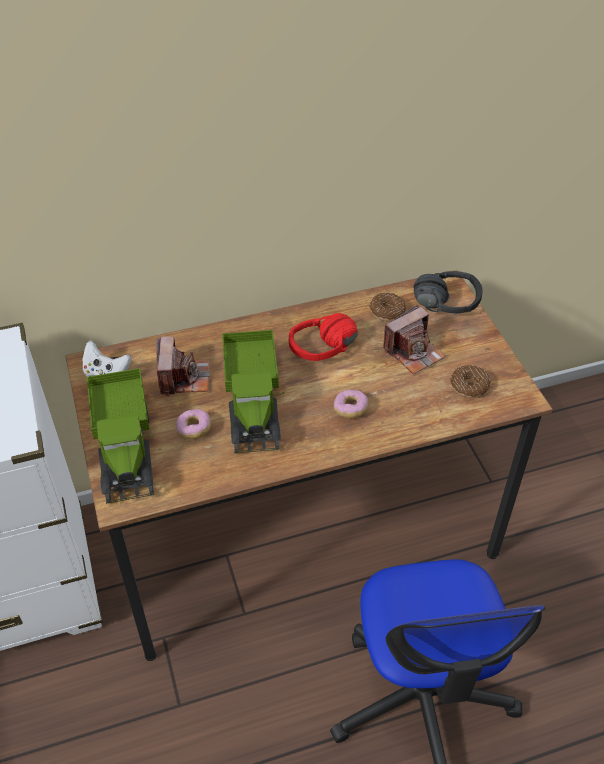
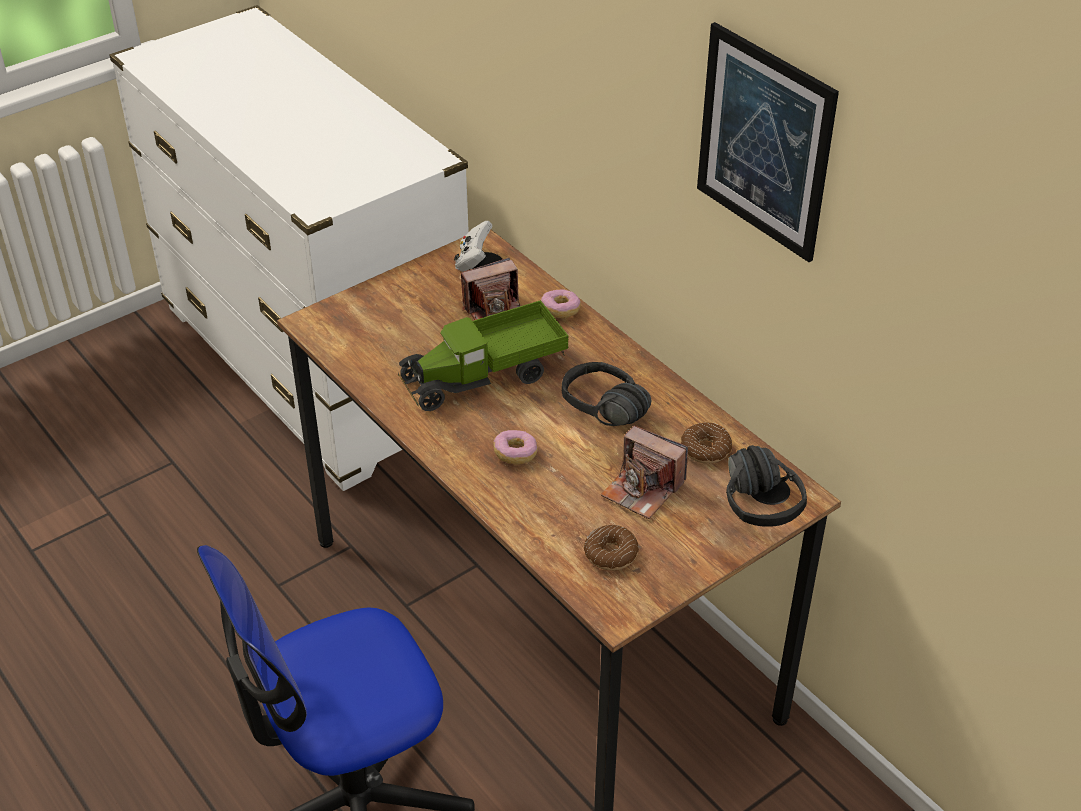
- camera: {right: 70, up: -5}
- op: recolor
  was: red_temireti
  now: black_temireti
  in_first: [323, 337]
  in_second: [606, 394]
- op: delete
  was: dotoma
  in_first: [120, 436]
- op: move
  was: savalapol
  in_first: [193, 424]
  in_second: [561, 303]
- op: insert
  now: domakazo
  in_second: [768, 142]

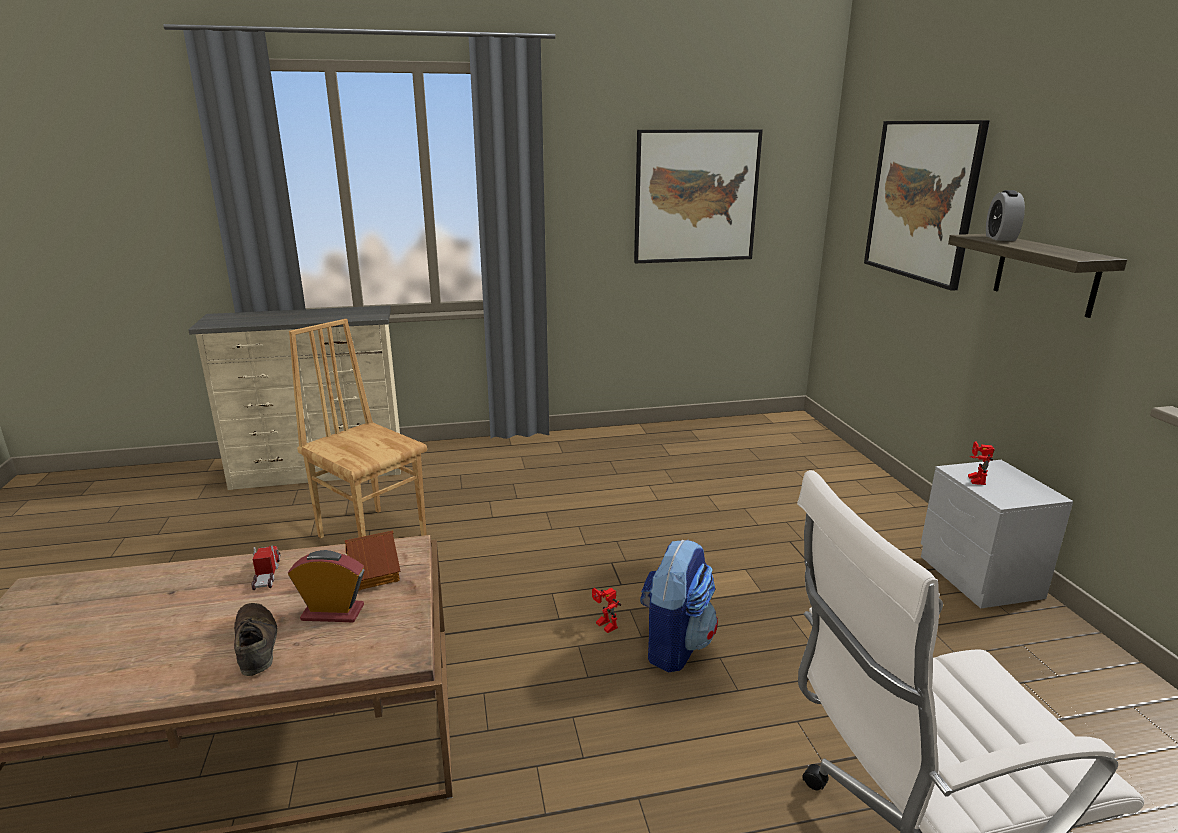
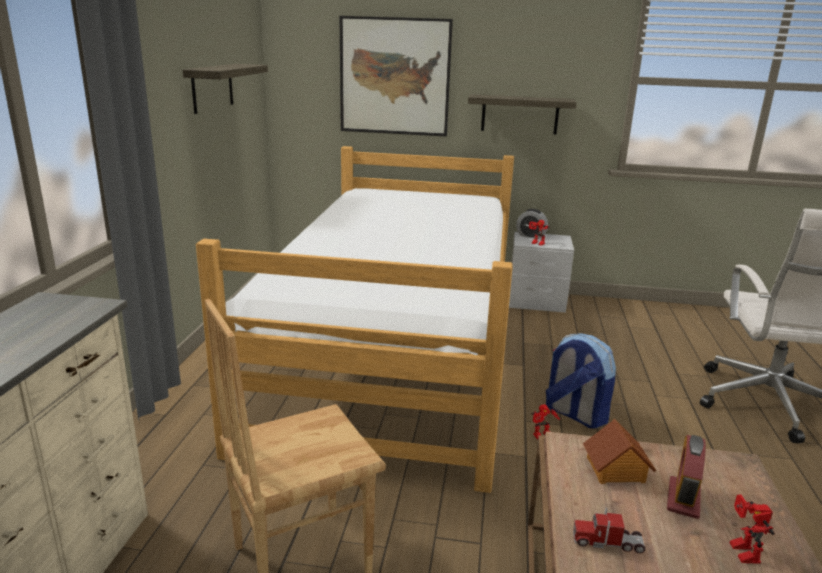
- camera: {right: -70, up: 0}
- op: replace
  was: domakazo
  now: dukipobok
  in_first: [698, 196]
  in_second: [225, 89]
- op: move
  was: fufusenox
  in_first: [1005, 215]
  in_second: [532, 224]
- op: replace
  was: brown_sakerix
  now: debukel
  in_first: [255, 639]
  in_second: [752, 529]
- op: insert
  now: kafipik
  in_second: [355, 319]

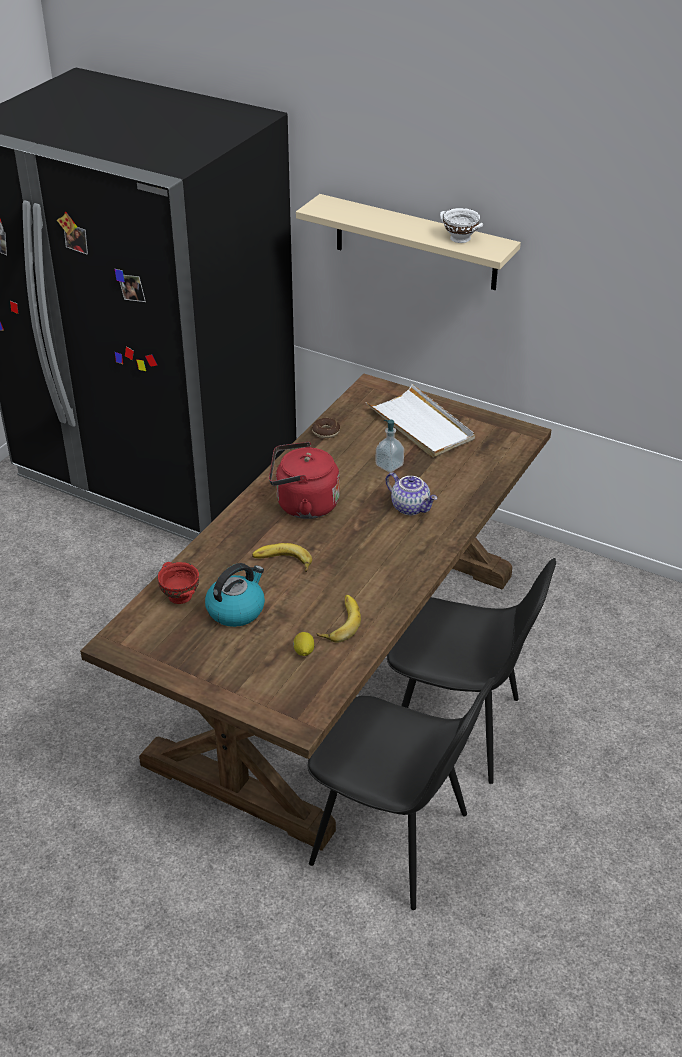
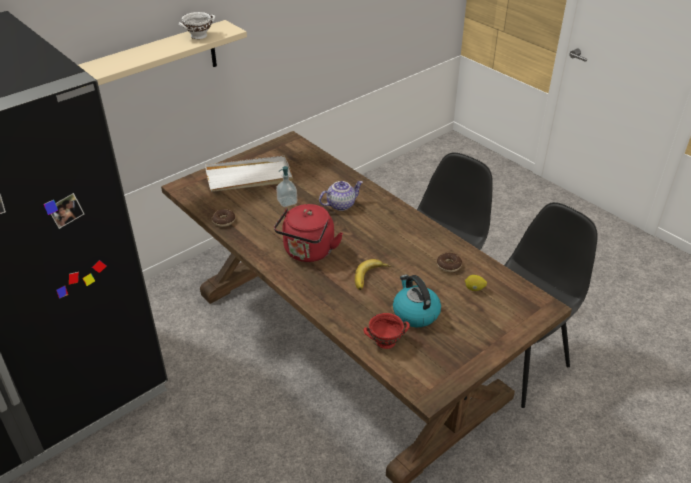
- camera: {right: -70, up: 0}
- op: replace
  was: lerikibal
  now: savalapol
  in_first: [338, 619]
  in_second: [449, 262]

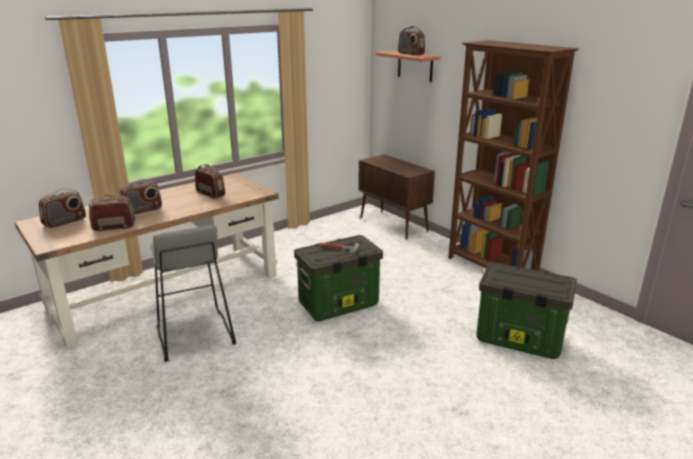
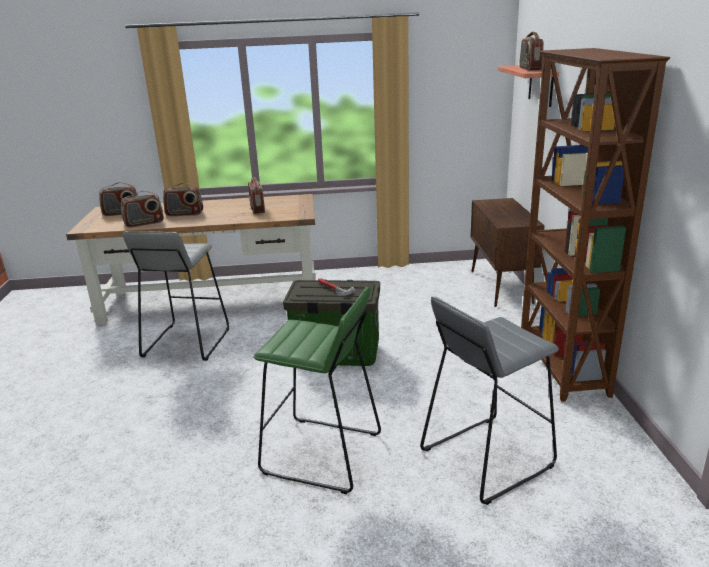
- camera: {right: 35, up: 0}
- op: rotate
  was: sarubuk
  in_first: [112, 212]
  in_second: [142, 209]
  clockwise: 135
- op: replace
  was: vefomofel
  now: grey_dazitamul
  in_first: [526, 310]
  in_second: [490, 400]
- op: insert
  now: green_dazitamul
  in_second: [317, 390]

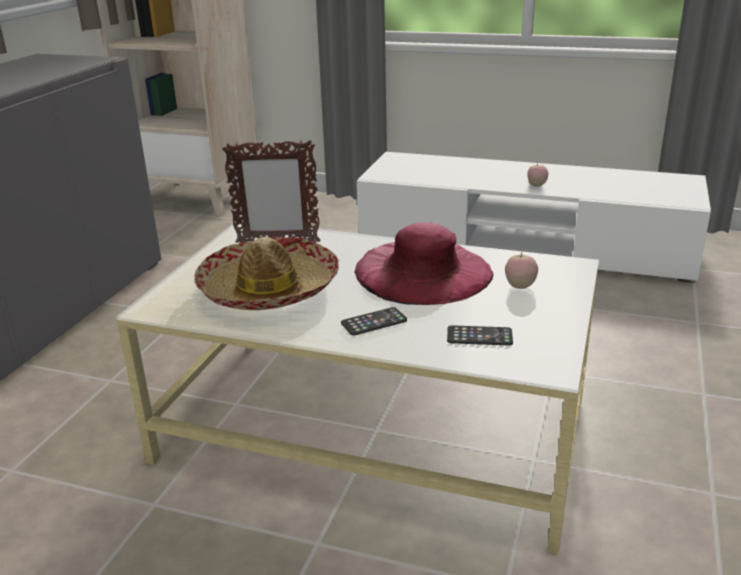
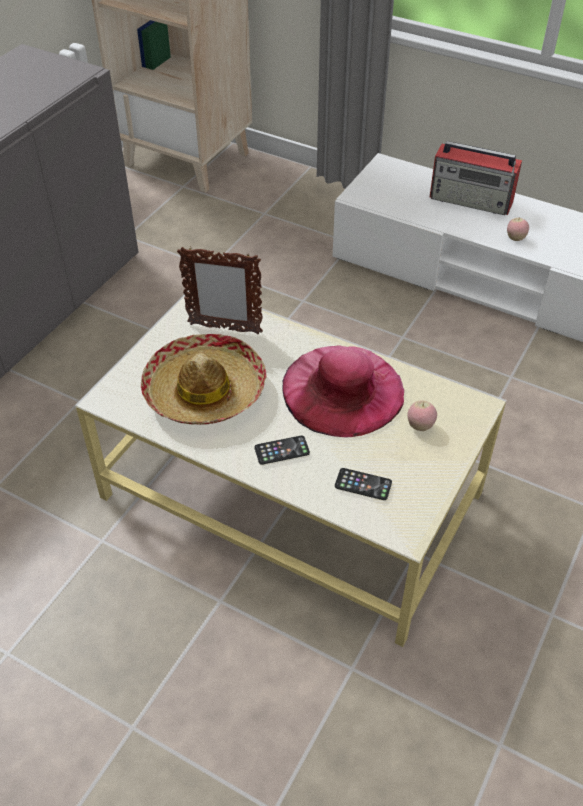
- camera: {right: 10, up: 20}
- op: insert
  now: sarubuk
  in_second: [476, 178]

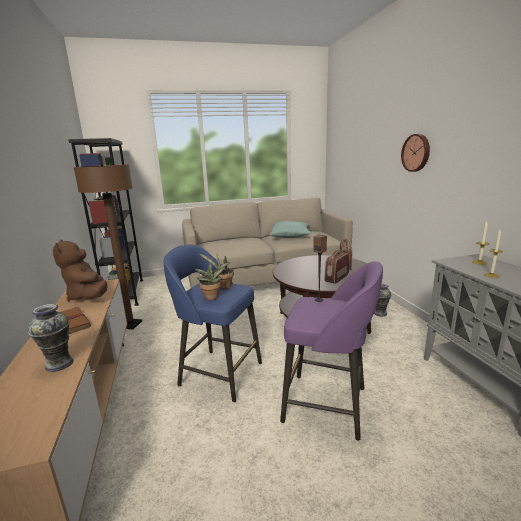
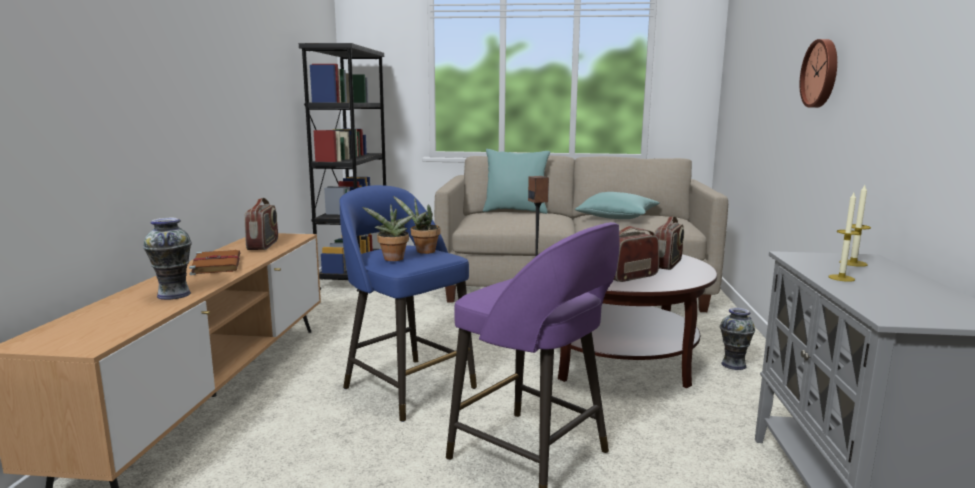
- camera: {right: 20, up: -5}
- op: delete
  was: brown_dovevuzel
  in_first: [107, 247]
- op: replace
  was: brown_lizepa
  now: sarubuk
  in_first: [80, 270]
  in_second: [261, 224]
- op: insert
  now: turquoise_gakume
  in_second: [516, 181]

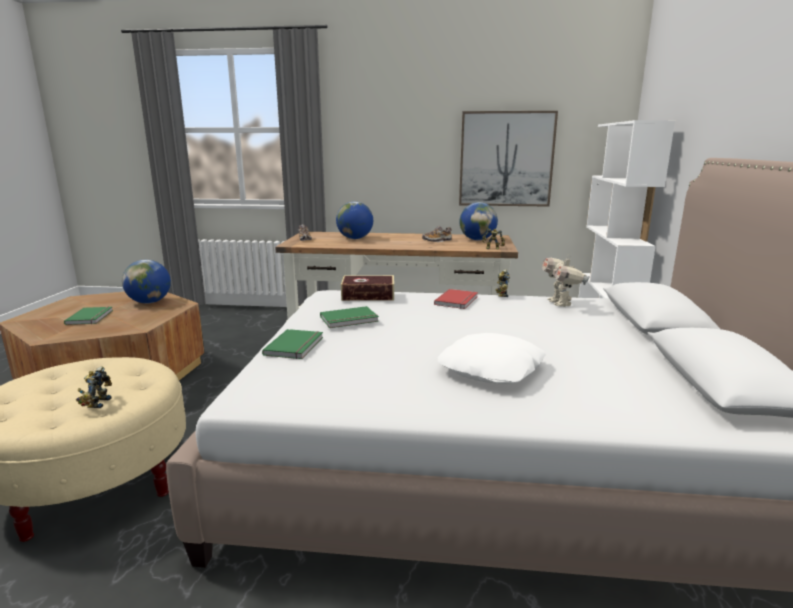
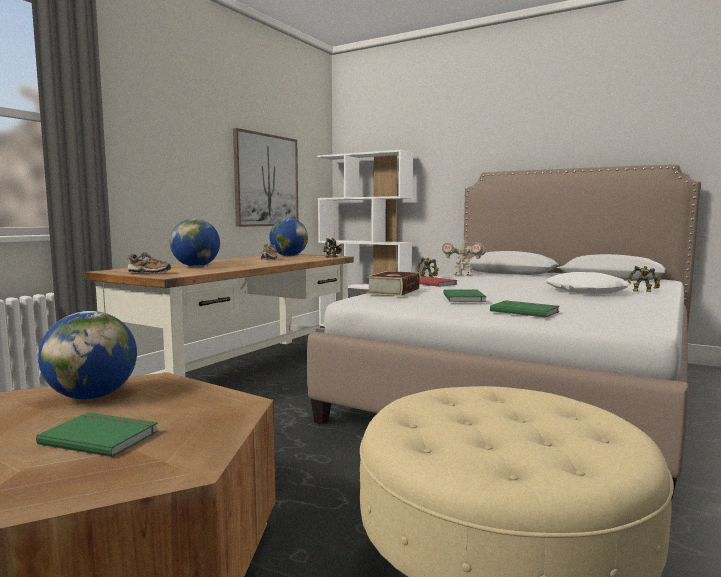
- camera: {right: -65, up: -10}
- op: move
  was: debukel
  in_first: [94, 387]
  in_second: [643, 279]

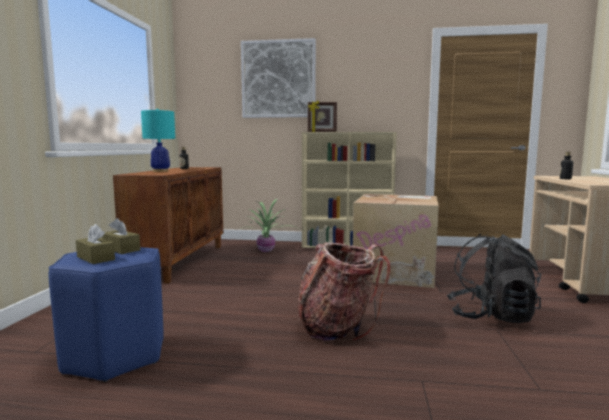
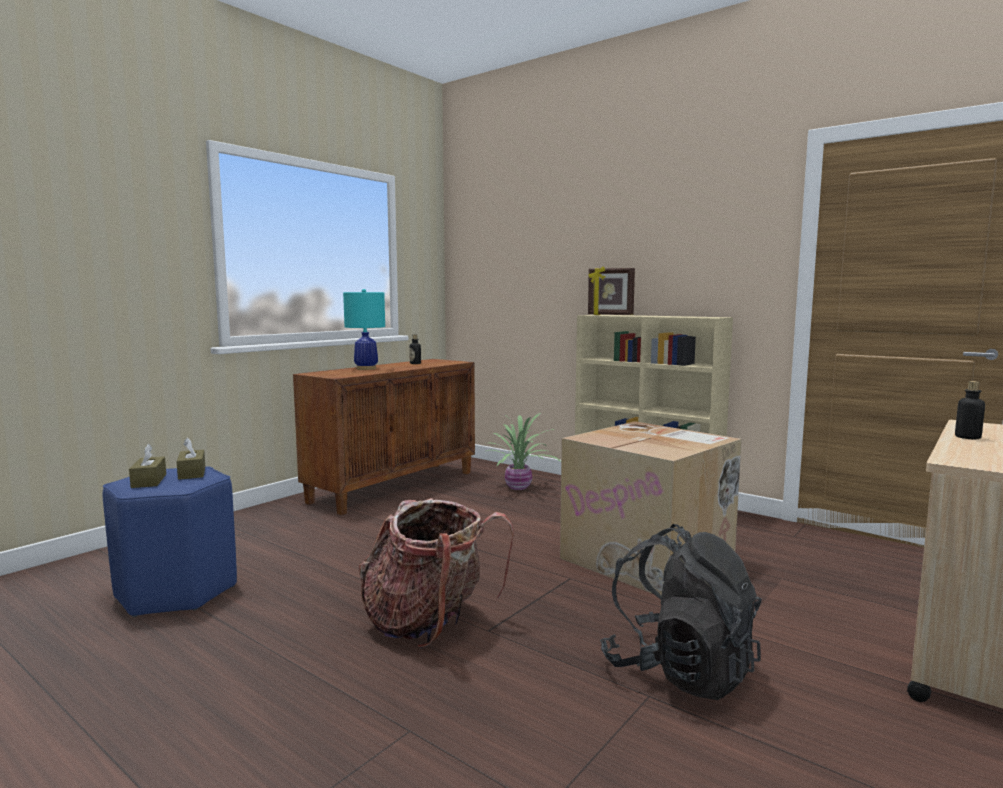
- camera: {right: 30, up: 0}
- op: delete
  was: domakazo
  in_first: [278, 78]

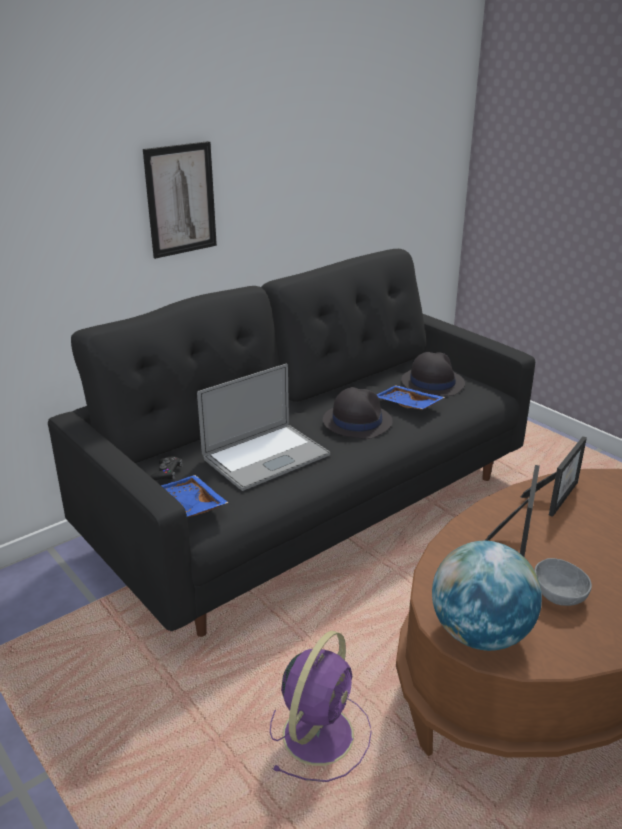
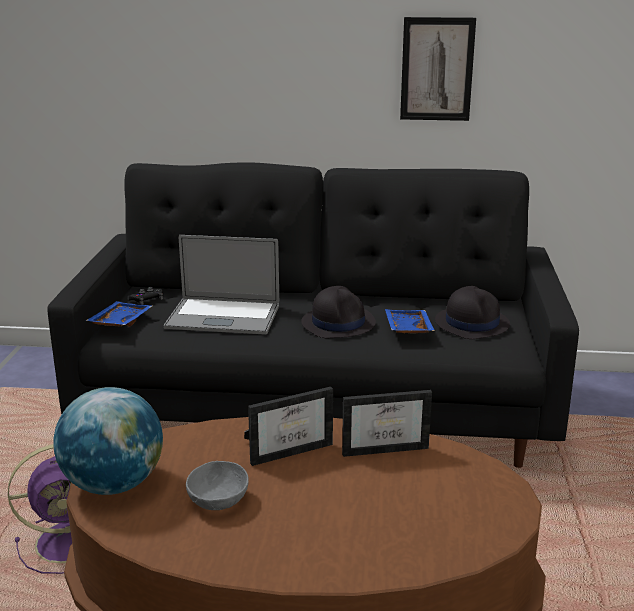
- camera: {right: 45, up: -5}
- op: move
  was: domakazo
  in_first: [180, 200]
  in_second: [438, 69]

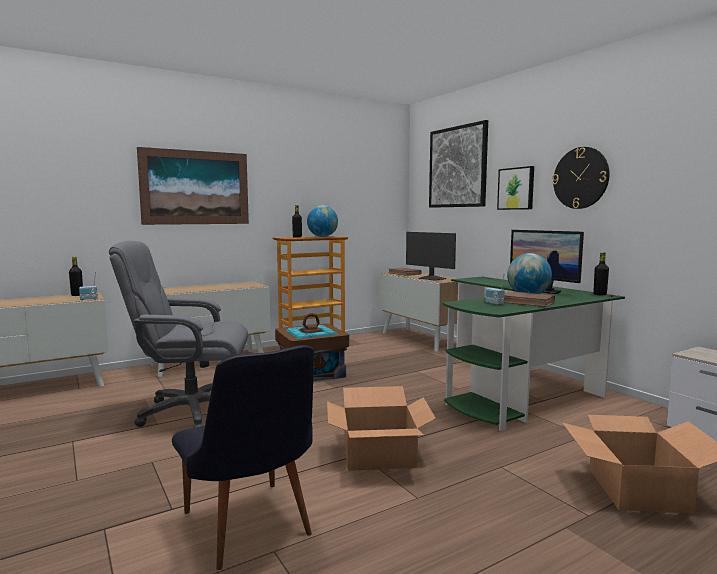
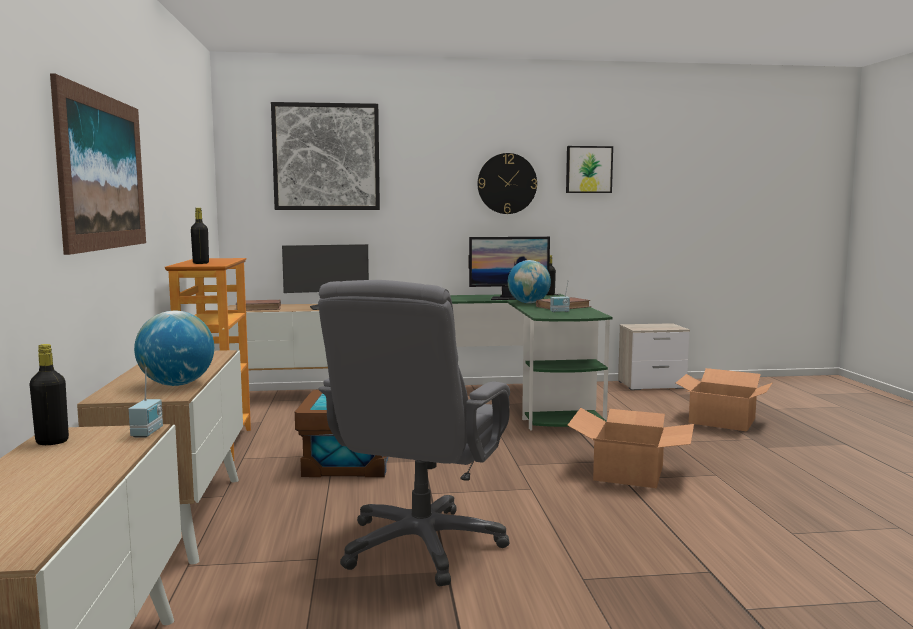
- camera: {right: -65, up: 0}
- op: move
  was: domakazo
  in_first: [515, 188]
  in_second: [589, 169]
- op: move
  was: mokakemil
  in_first: [322, 221]
  in_second: [174, 348]
- op: delete
  was: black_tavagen
  in_first: [243, 457]

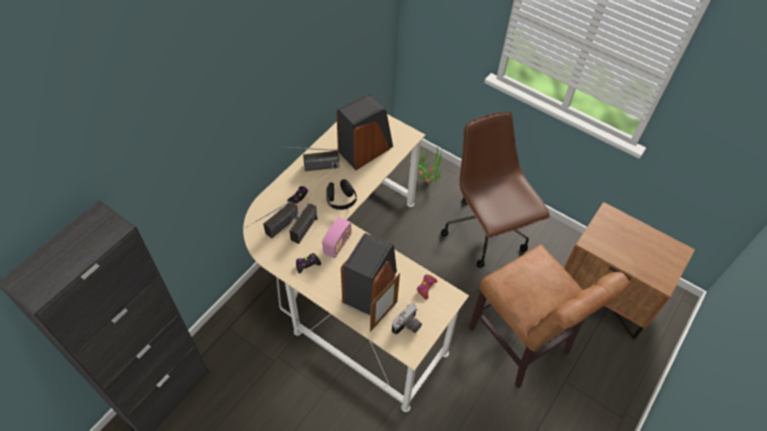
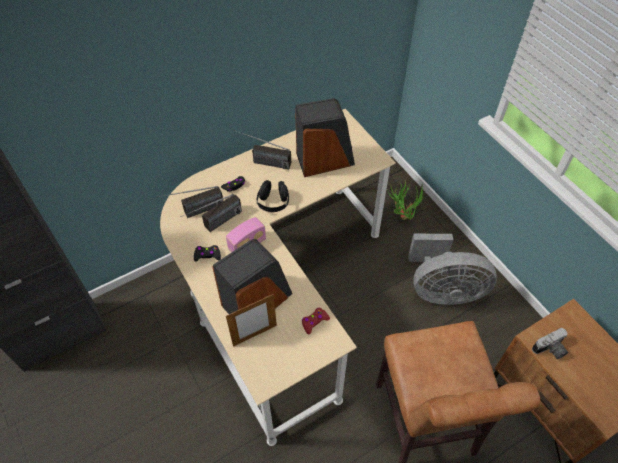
- camera: {right: 25, up: 0}
- op: replace
  was: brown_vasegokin
  now: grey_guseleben
  in_first: [495, 190]
  in_second: [452, 269]
- op: move
  was: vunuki
  in_first: [407, 318]
  in_second: [550, 343]

